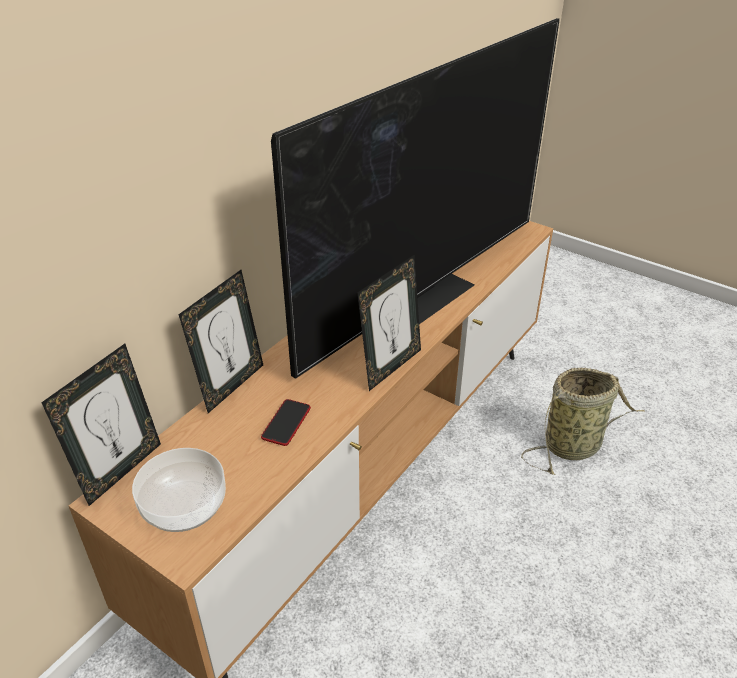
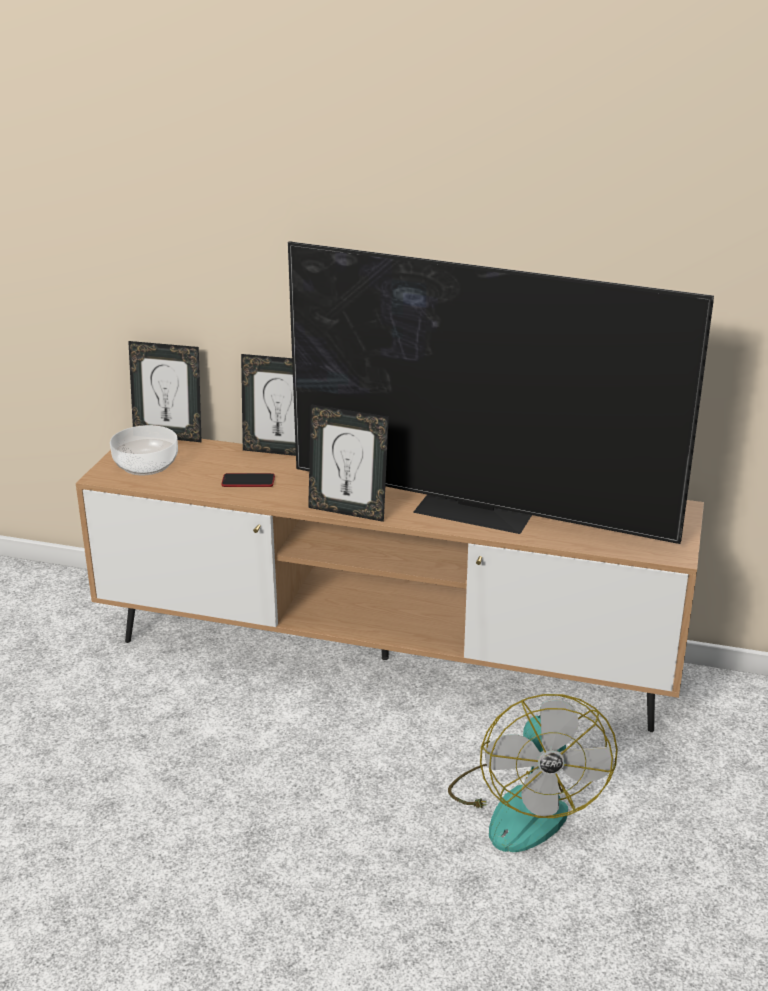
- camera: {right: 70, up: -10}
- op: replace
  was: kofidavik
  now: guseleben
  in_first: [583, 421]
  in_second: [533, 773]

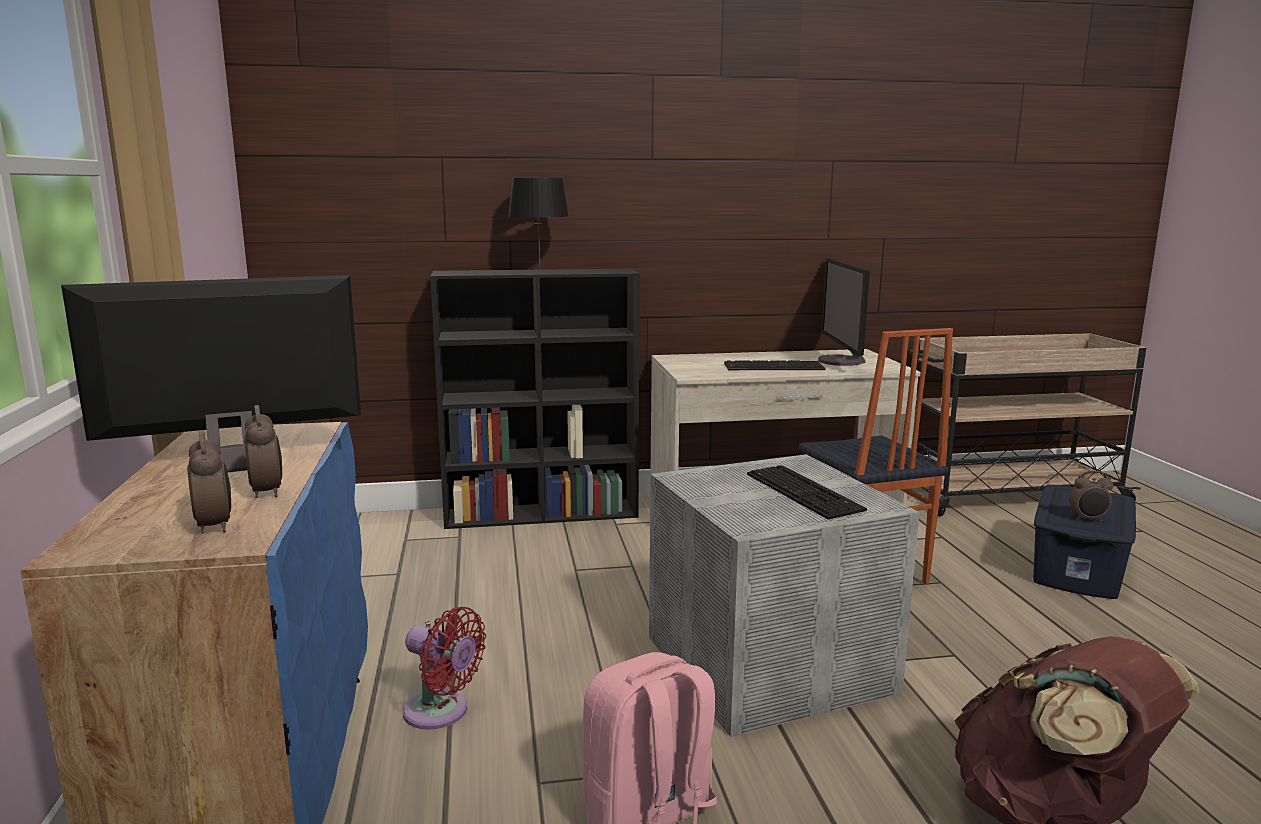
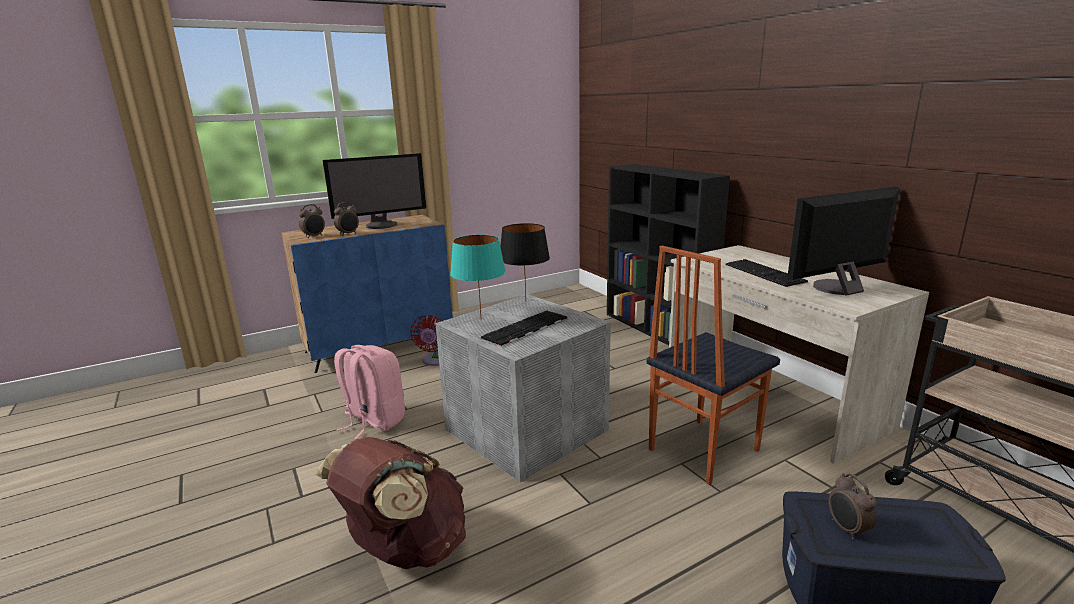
- camera: {right: 70, up: 5}
- op: move
  was: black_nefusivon
  in_first: [538, 225]
  in_second: [525, 261]
- op: rotate
  was: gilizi
  in_first: [211, 373]
  in_second: [374, 191]
  clockwise: 105
- op: insert
  now: turquoise_nefusivon
  in_second: [478, 275]

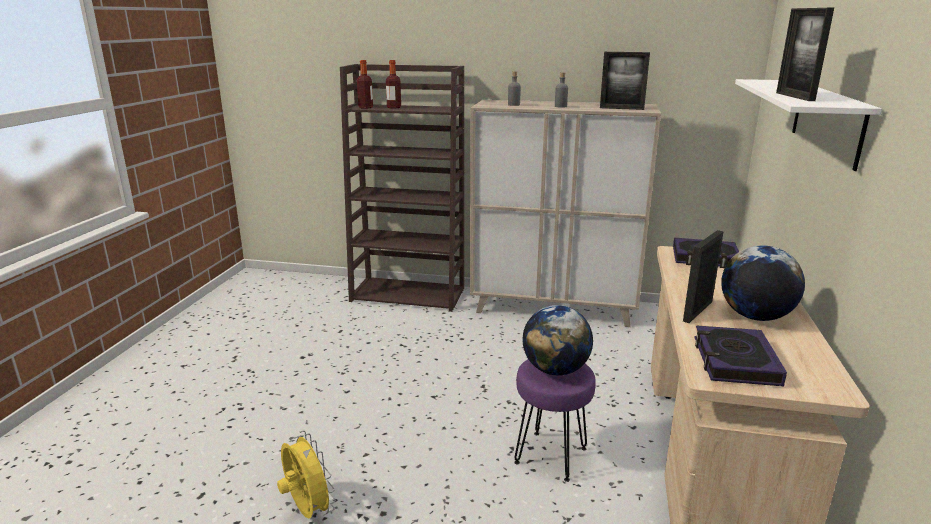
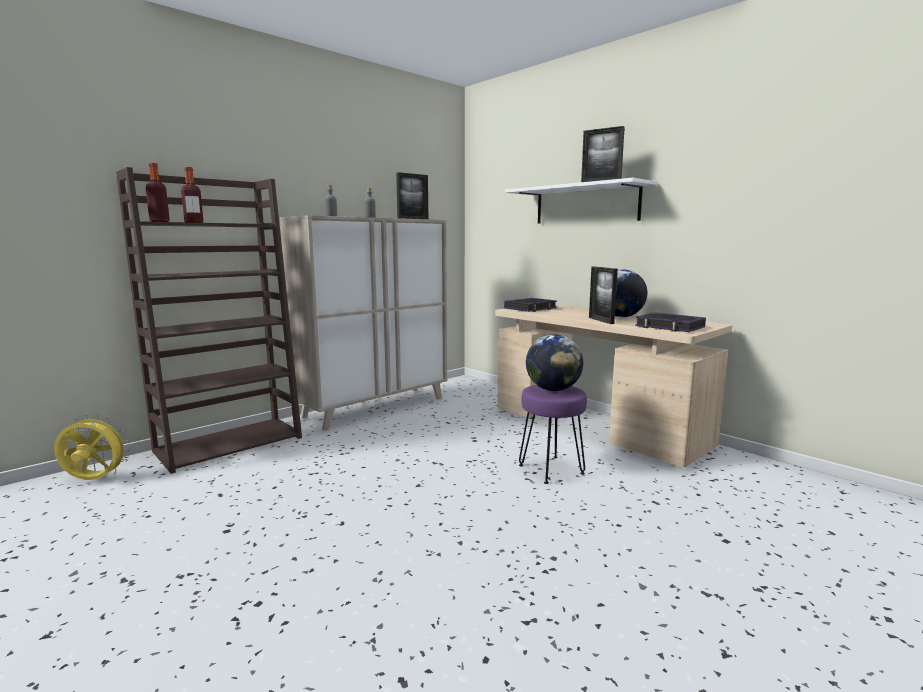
- camera: {right: -55, up: -10}
- op: move
  was: yellow_guseleben
  in_first: [306, 475]
  in_second: [92, 447]

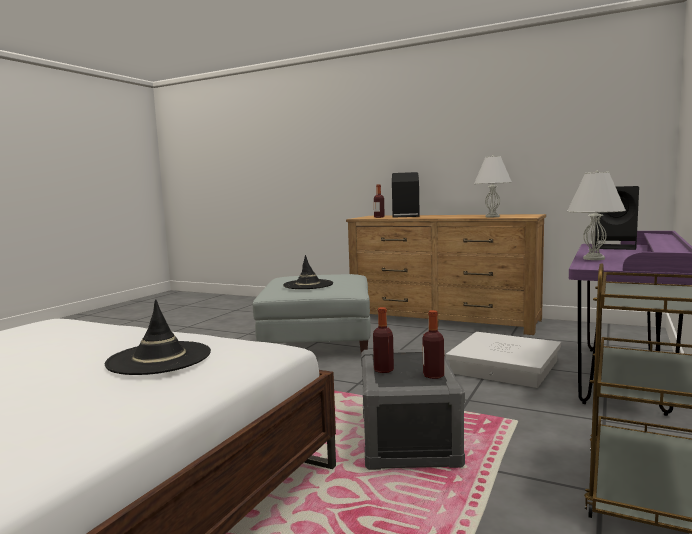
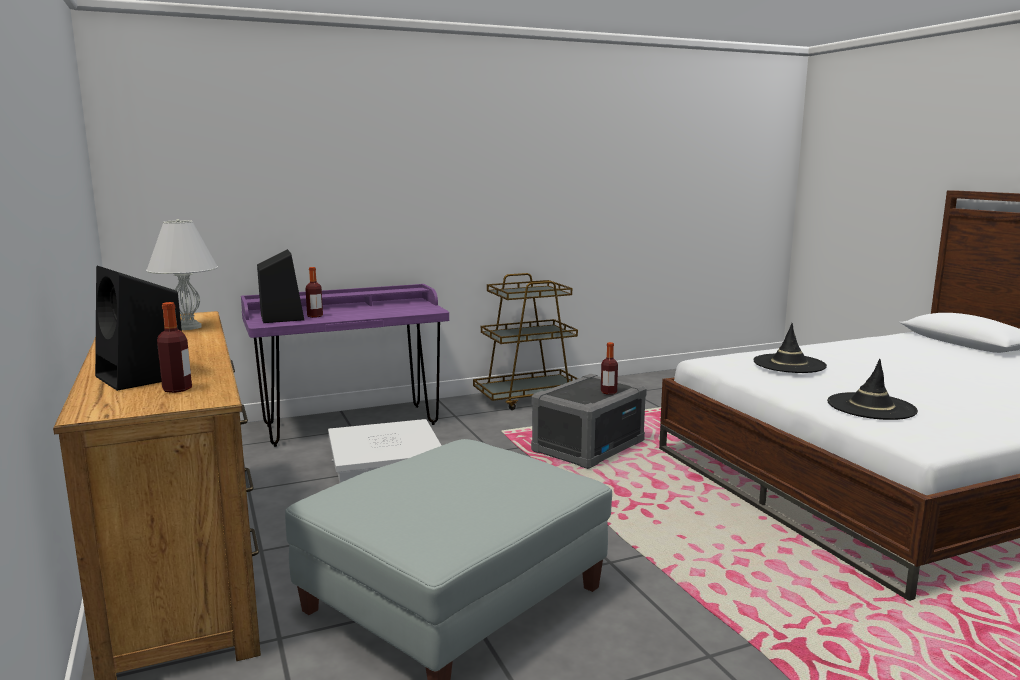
- camera: {right: -140, up: 5}
- op: delete
  was: white_nefusivon
  in_first: [596, 215]
- op: move
  was: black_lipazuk
  in_first: [308, 272]
  in_second: [872, 389]
- op: move
  was: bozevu
  in_first: [433, 344]
  in_second: [314, 292]

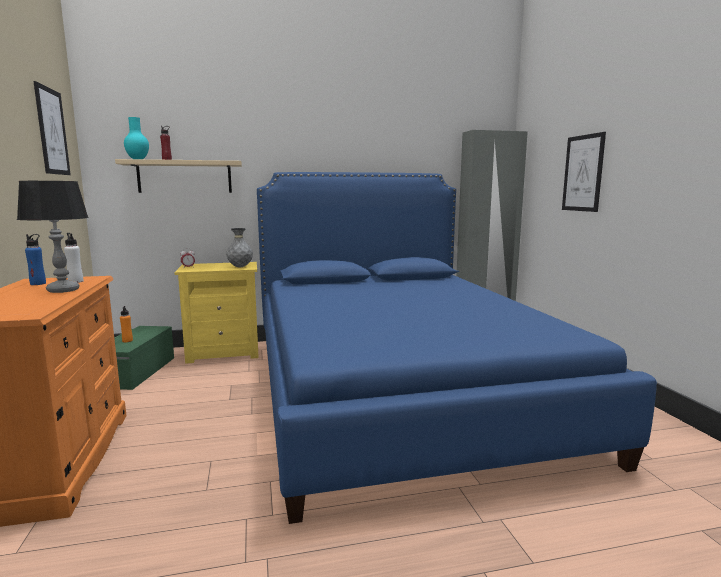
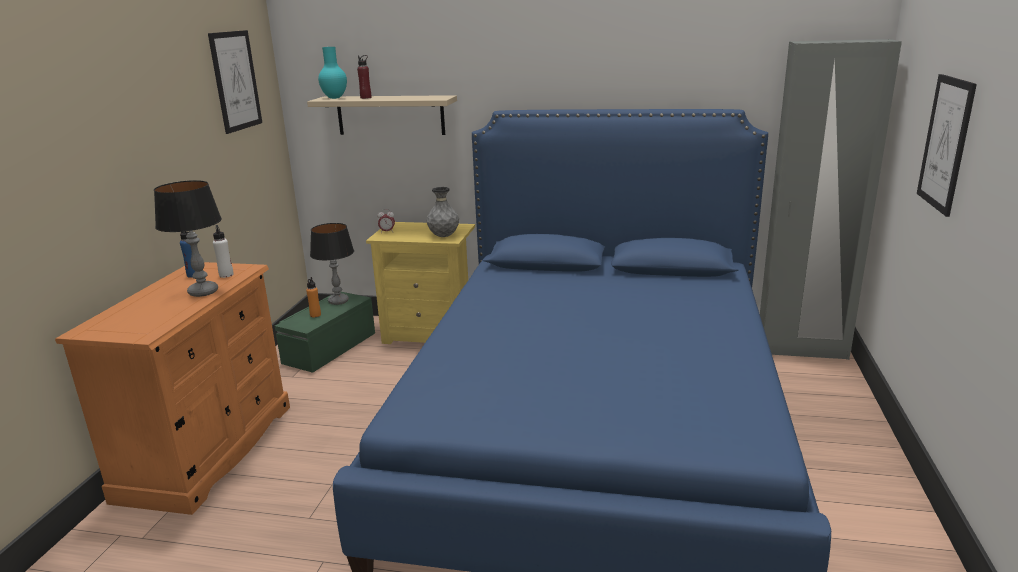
- camera: {right: 25, up: 10}
- op: insert
  now: nefusivon
  in_second: [332, 264]

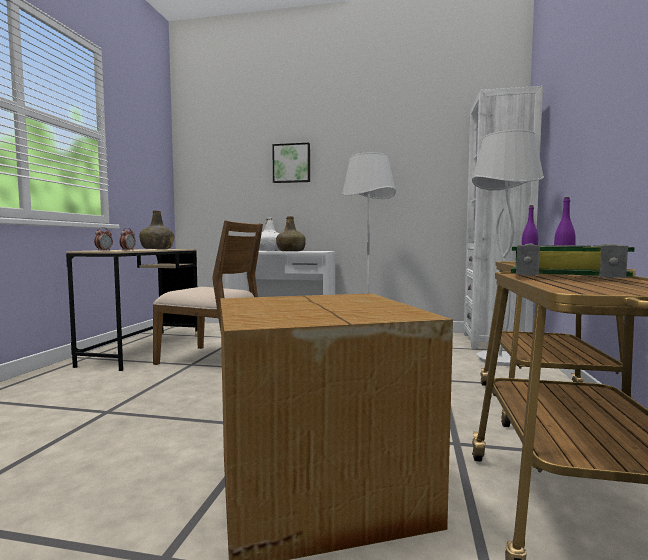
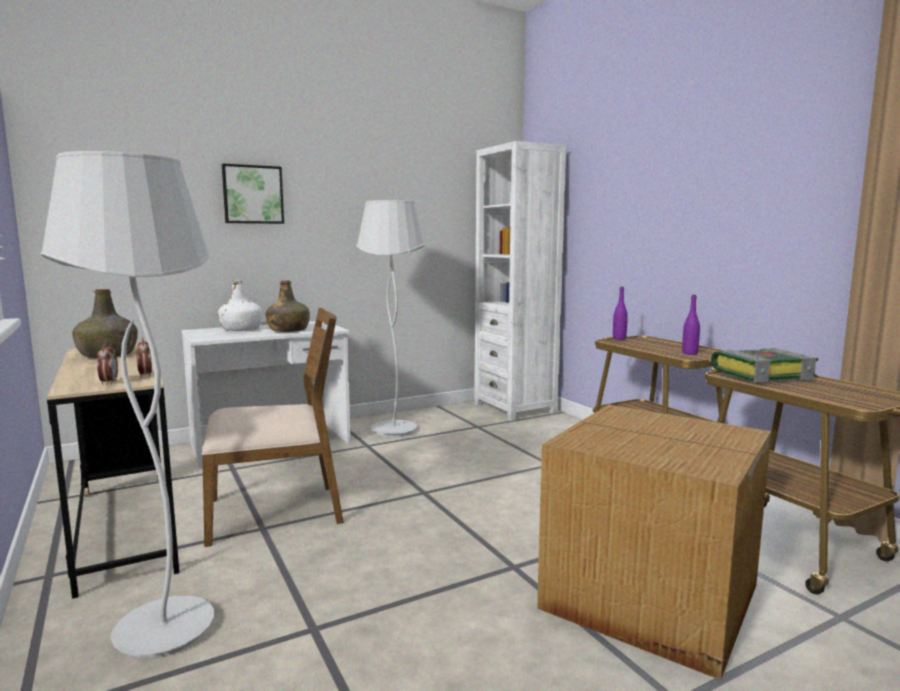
- camera: {right: -40, up: 5}
- op: move
  was: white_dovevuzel
  in_first: [508, 248]
  in_second: [127, 404]

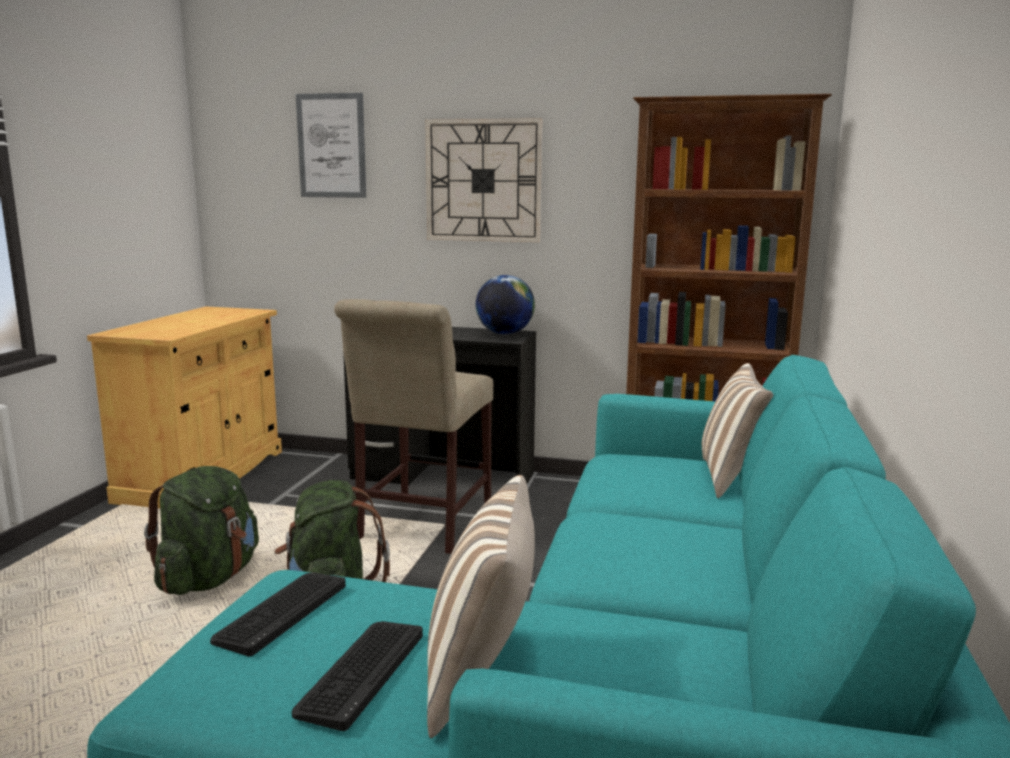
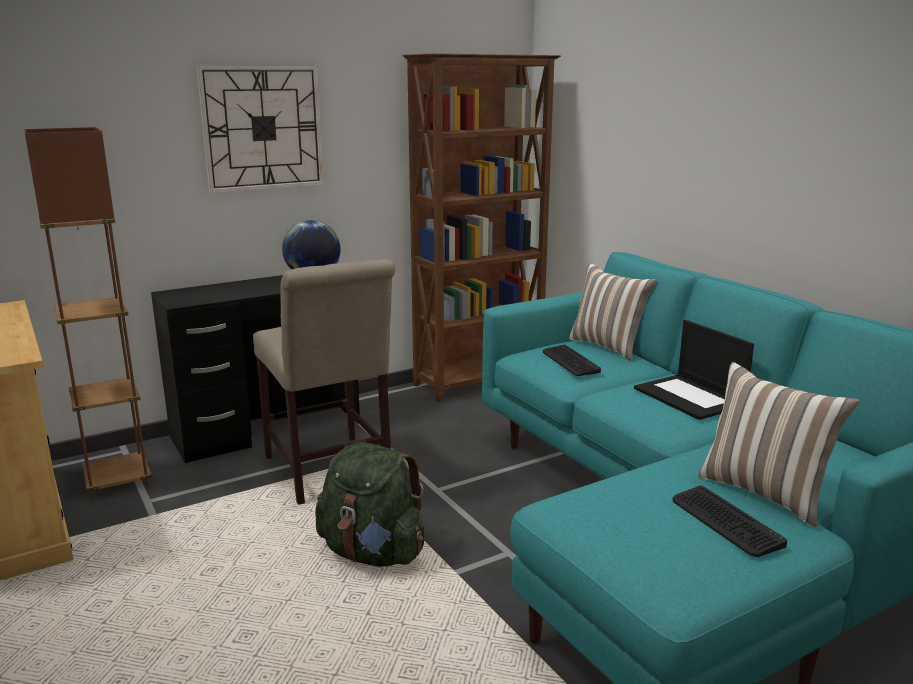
- camera: {right: -45, up: 5}
- op: delete
  was: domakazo
  in_first: [331, 145]
- op: delete
  was: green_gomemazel
  in_first: [201, 530]
- op: move
  was: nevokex
  in_first: [278, 614]
  in_second: [572, 360]
- op: insert
  now: brown_dovevuzel
  in_second: [88, 312]
- op: insert
  now: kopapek
  in_second: [694, 370]

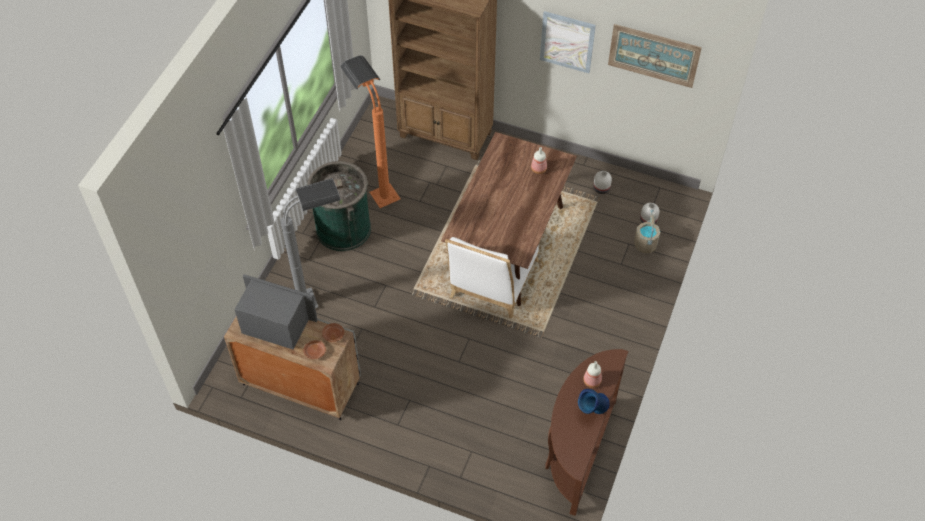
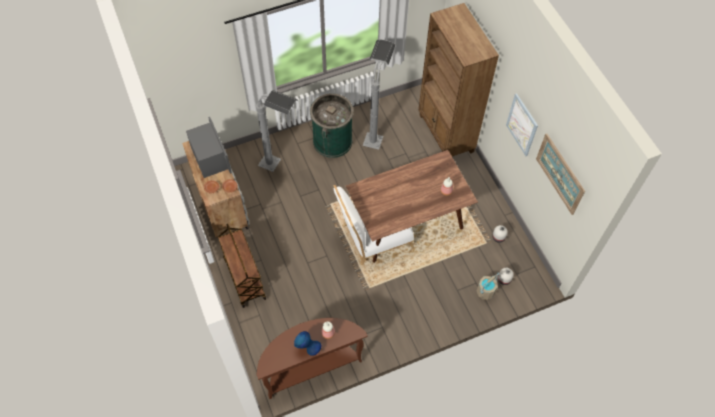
- camera: {right: 45, up: 5}
- op: recolor
  was: orange_dovevuzel
  now: grey_dovevuzel
  in_first: [370, 131]
  in_second: [379, 94]
- op: insert
  now: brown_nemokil
  in_second: [242, 266]

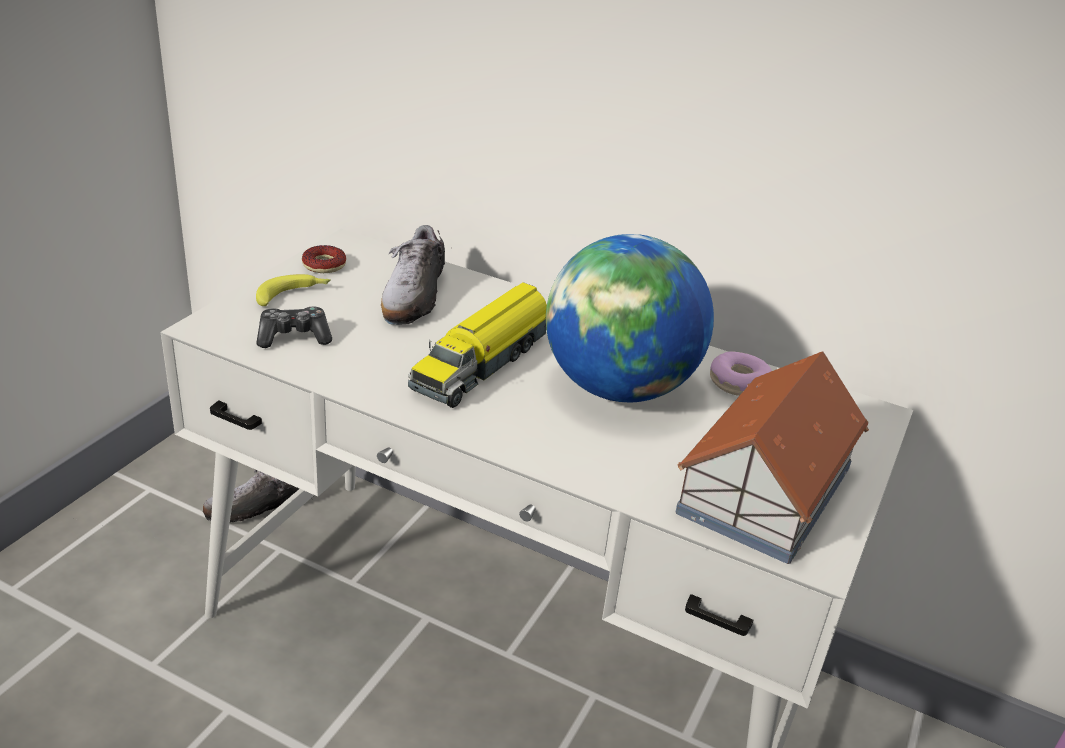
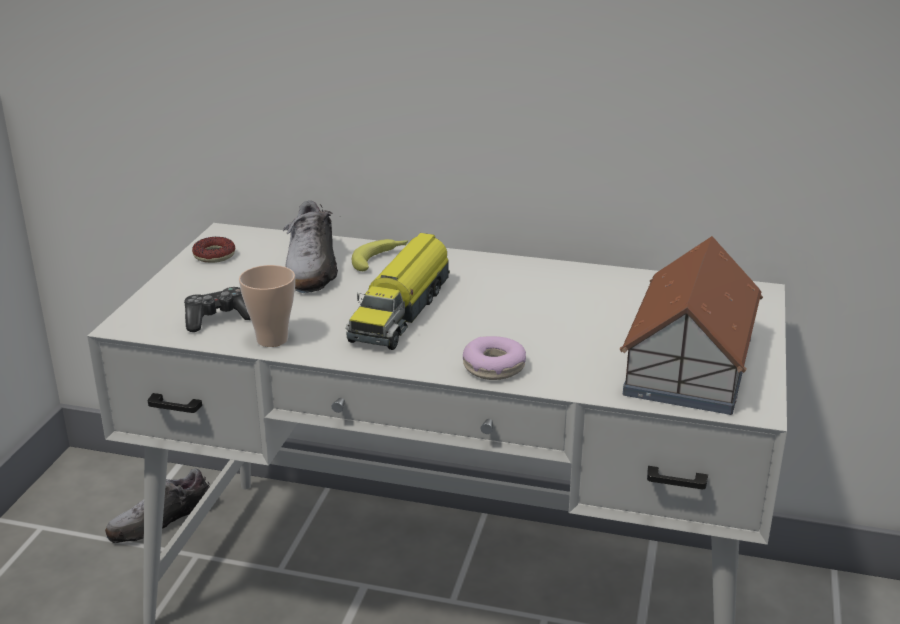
- camera: {right: -10, up: -5}
- op: delete
  was: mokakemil
  in_first: [630, 318]
- op: move
  was: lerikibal
  in_first: [293, 290]
  in_second: [380, 255]
- op: move
  was: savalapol
  in_first: [741, 373]
  in_second: [494, 358]
- op: insert
  now: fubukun
  in_second: [267, 306]

